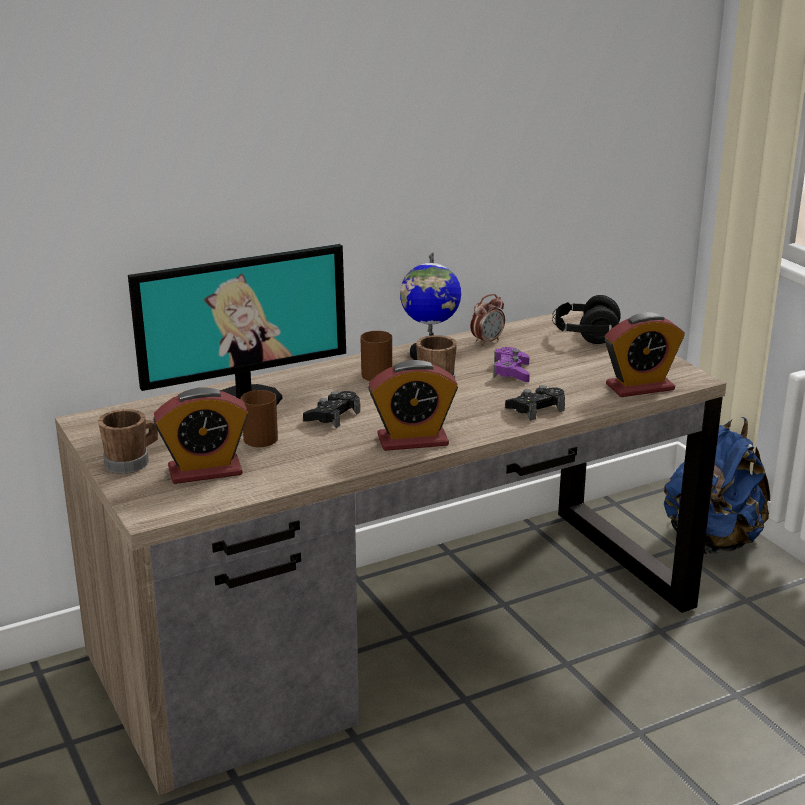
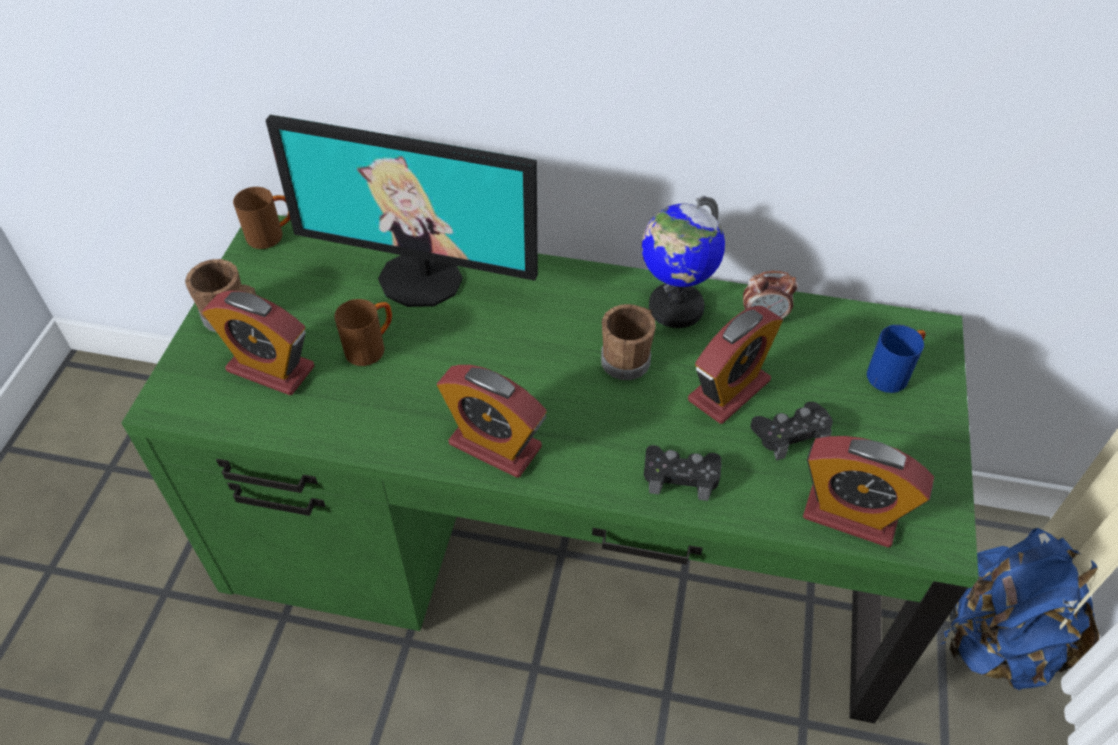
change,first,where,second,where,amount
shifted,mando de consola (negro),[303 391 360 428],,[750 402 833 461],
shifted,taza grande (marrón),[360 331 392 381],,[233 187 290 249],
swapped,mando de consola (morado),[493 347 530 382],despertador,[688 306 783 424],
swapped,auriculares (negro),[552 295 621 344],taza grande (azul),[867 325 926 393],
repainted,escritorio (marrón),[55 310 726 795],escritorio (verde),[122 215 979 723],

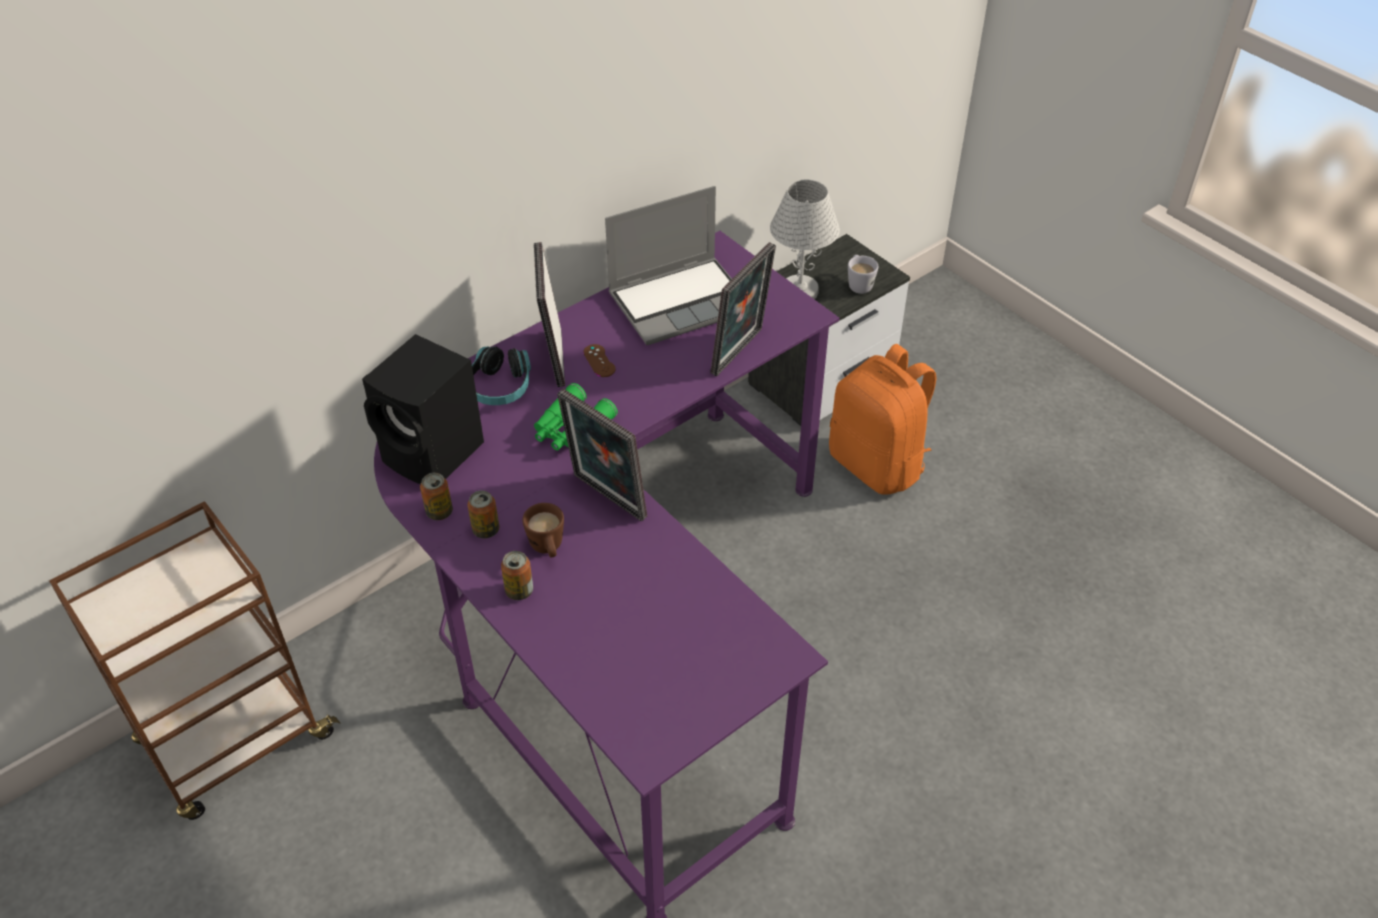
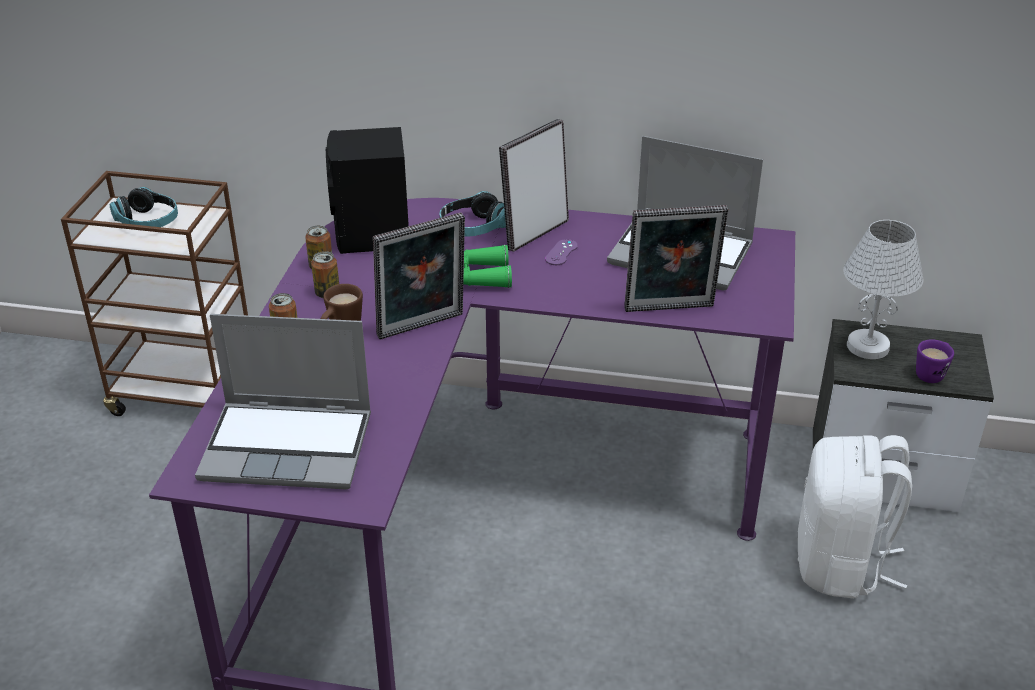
change,first,where,second,where,amount
new,,,auriculares,[109 187 178 227],
new,,,portátil,[195 314 371 489],
repainted,mando de consola (marrón),[583 344 616 377],mando de consola (morado),[545 239 578 265],
repainted,mochila (naranja),[829 344 936 495],mochila (blanco),[798 435 912 599],
repainted,taza grande (blanco),[848 255 878 294],taza grande (morado),[916 339 954 383],
rotated,portarretratos,[557 389 647 521],,[373 212 465 340],120 degrees counterclockwise

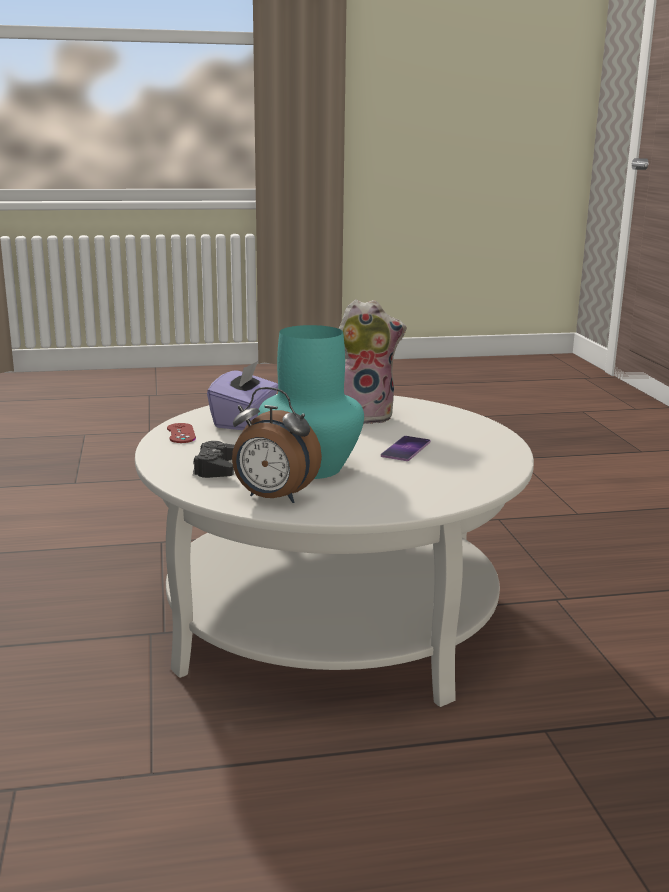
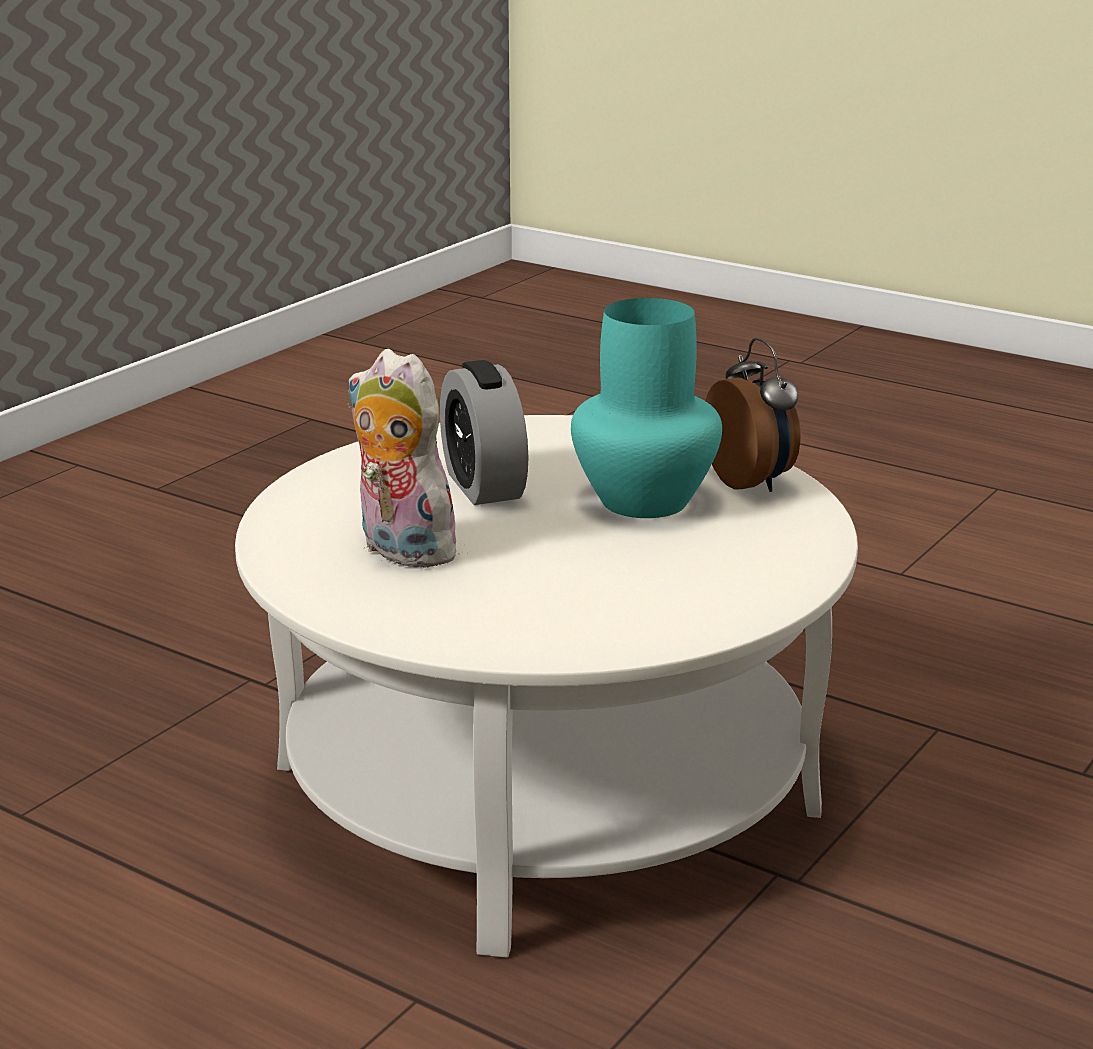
change,first,where,second,where,amount
gone,mando de consola (rojo),[167 423 196 443],,,
gone,mando de consola (negro),[193 441 235 478],,,
gone,caja de pañuelos (morado),[207 360 278 430],,,
swapped,móvil,[381 436 430 461],despertador,[440 360 529 505],

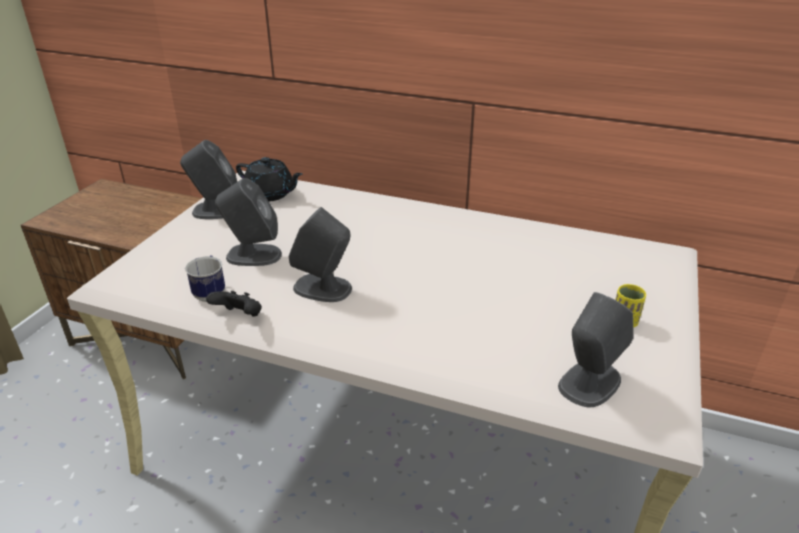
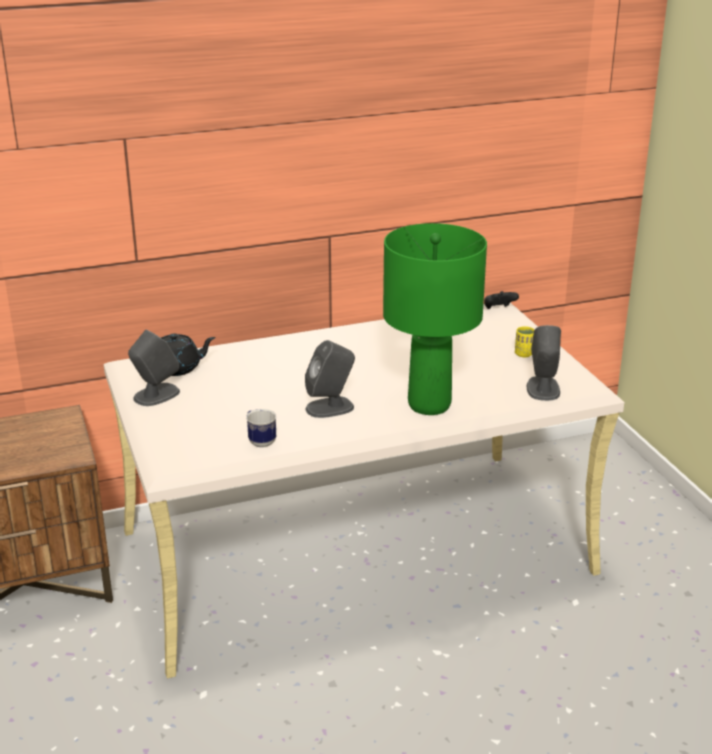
change,first,where,second,where,amount
gone,altavoz (gris),[215 178 282 266],,,
new,,,lámpara de mesa (verde),[383 223 487 415],
shifted,mando de consola (negro),[206 291 262 317],,[484 291 519 309],

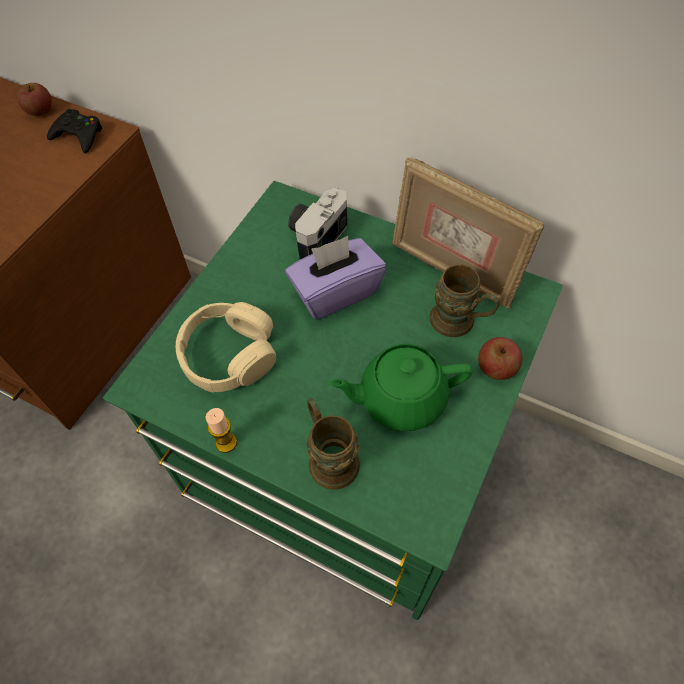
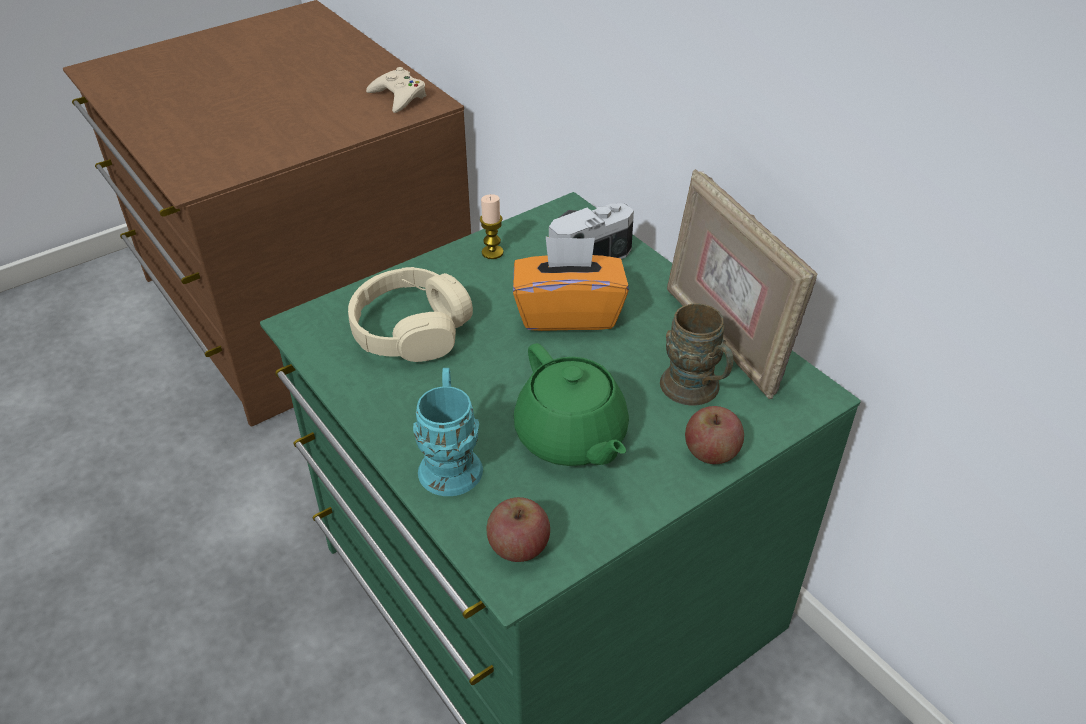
change,first,where,second,where,amount
shifted,manzana,[17 83 52 116],,[486 497 550 562],
shifted,vela,[206 408 237 453],,[480 194 504 259],
repainted,mando de consola (negro),[47 109 102 153],mando de consola (beis),[366 67 426 113],
repainted,caja de pañuelos (morado),[285 236 386 320],caja de pañuelos (naranja),[513 237 629 331],
repainted,taza grande (marrón),[307 398 360 490],taza grande (turquesa),[413 368 483 496],
rotated,tetera (verde),[328 344 473 431],,[514 343 629 466],135 degrees counterclockwise

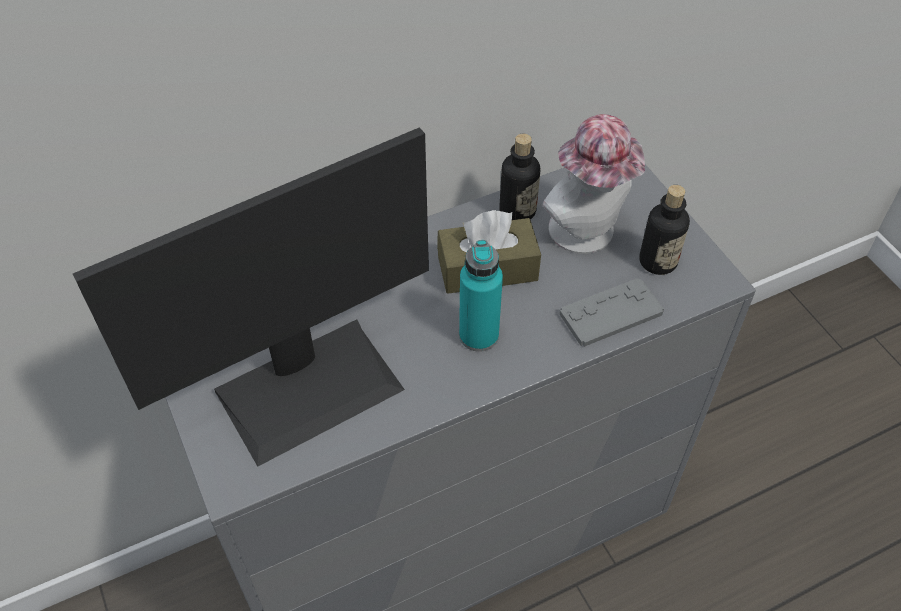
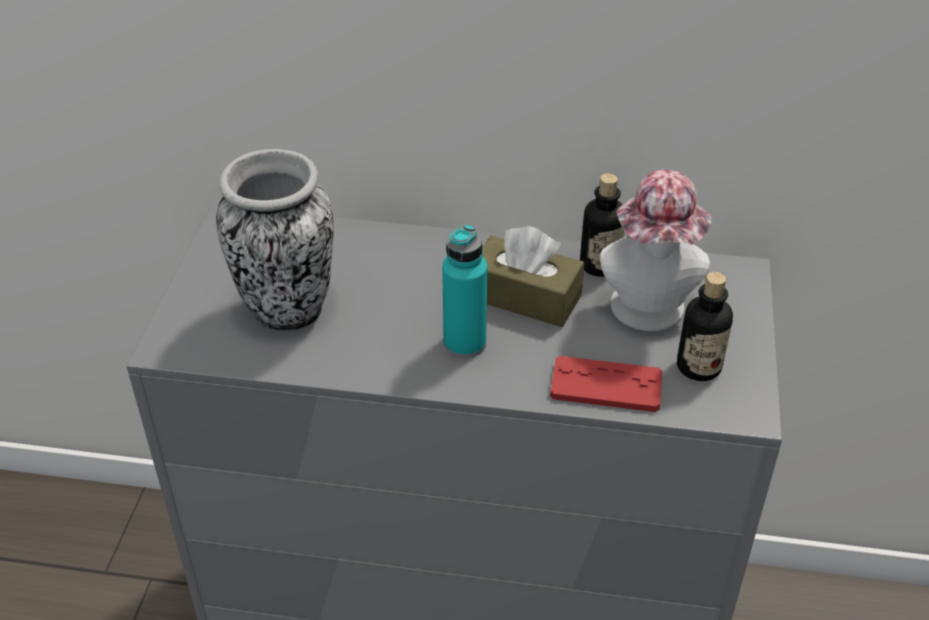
change,first,where,second,where,amount
swapped,monitor,[73 127 429 467],florero,[216 149 334 331],
repainted,mando de consola (gris),[559 278 664 347],mando de consola (rojo),[550 356 662 412],

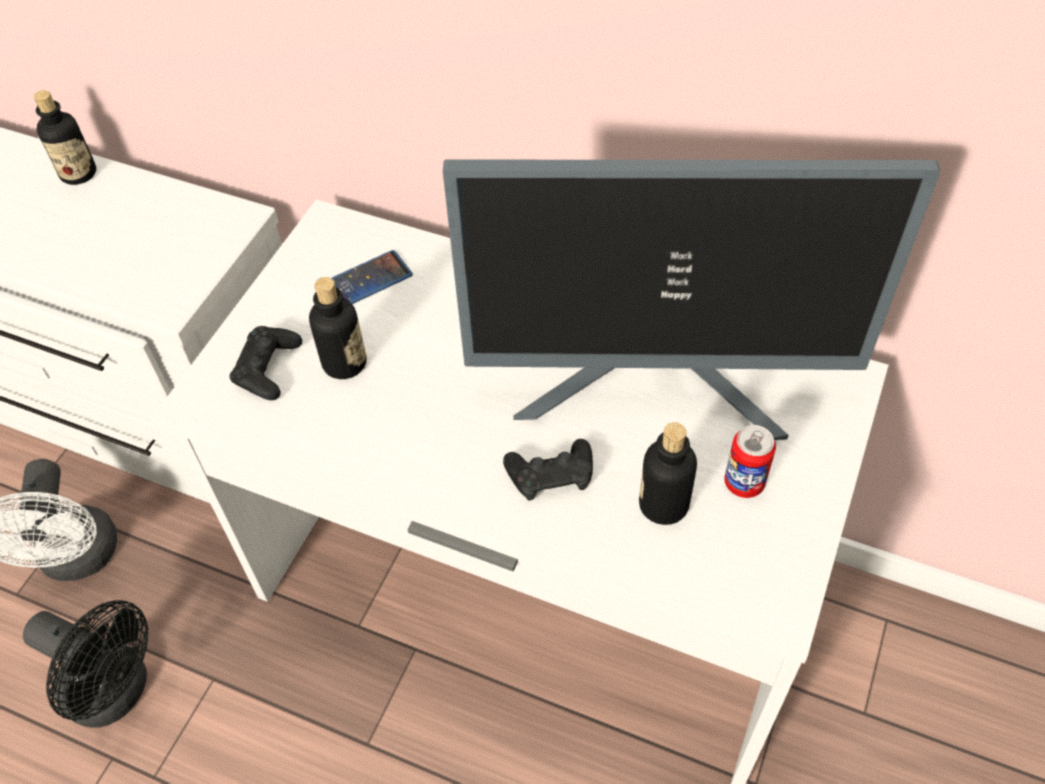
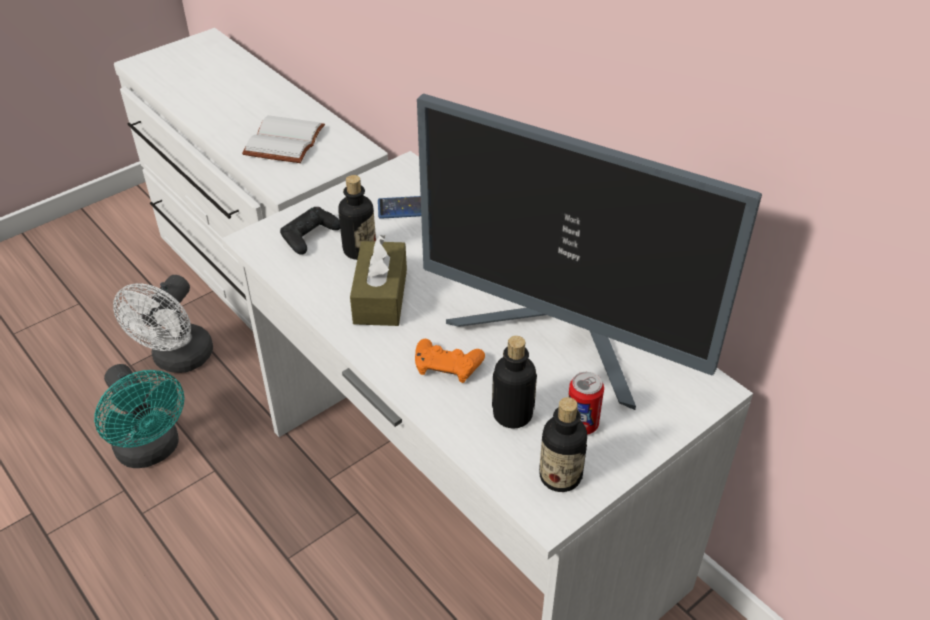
change,first,where,second,where,amount
new,,,libro (blanco),[242 115 325 163],
new,,,caja de pañuelos (marrón),[350 235 407 326],
shifted,botella,[34 90 96 185],,[539 397 587 492],
repainted,ventilador (negro),[23 600 148 728],ventilador (turquesa),[94 364 185 468],
repainted,mando de consola (negro),[503 439 593 501],mando de consola (naranja),[415 339 485 383],

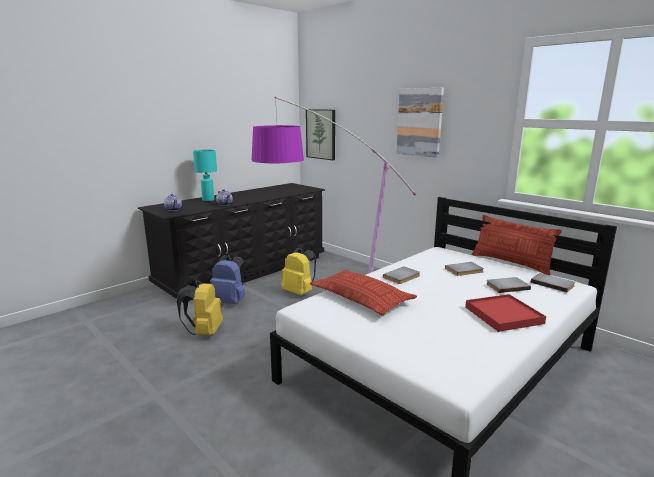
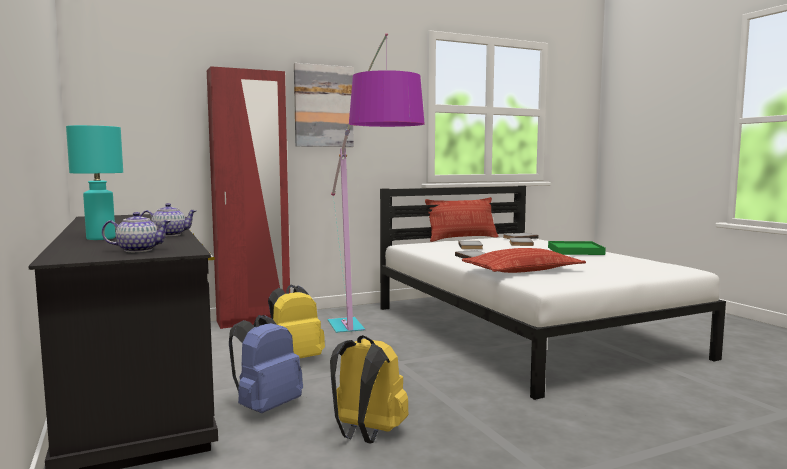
change,first,where,second,where,amount
gone,cuadro,[306 109 335 160],,,
new,,,armario ropero (rojo),[207 66 290 329],
repainted,bandeja (rojo),[465 294 546 332],bandeja (verde),[548 241 606 255],

